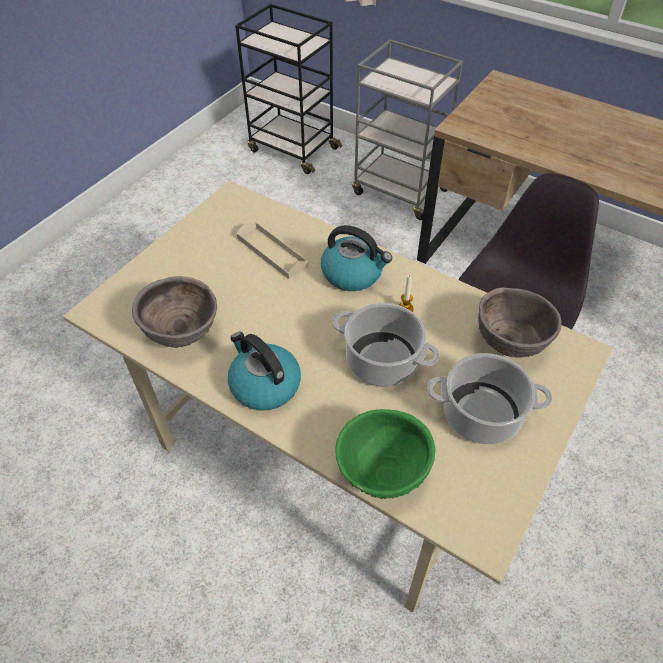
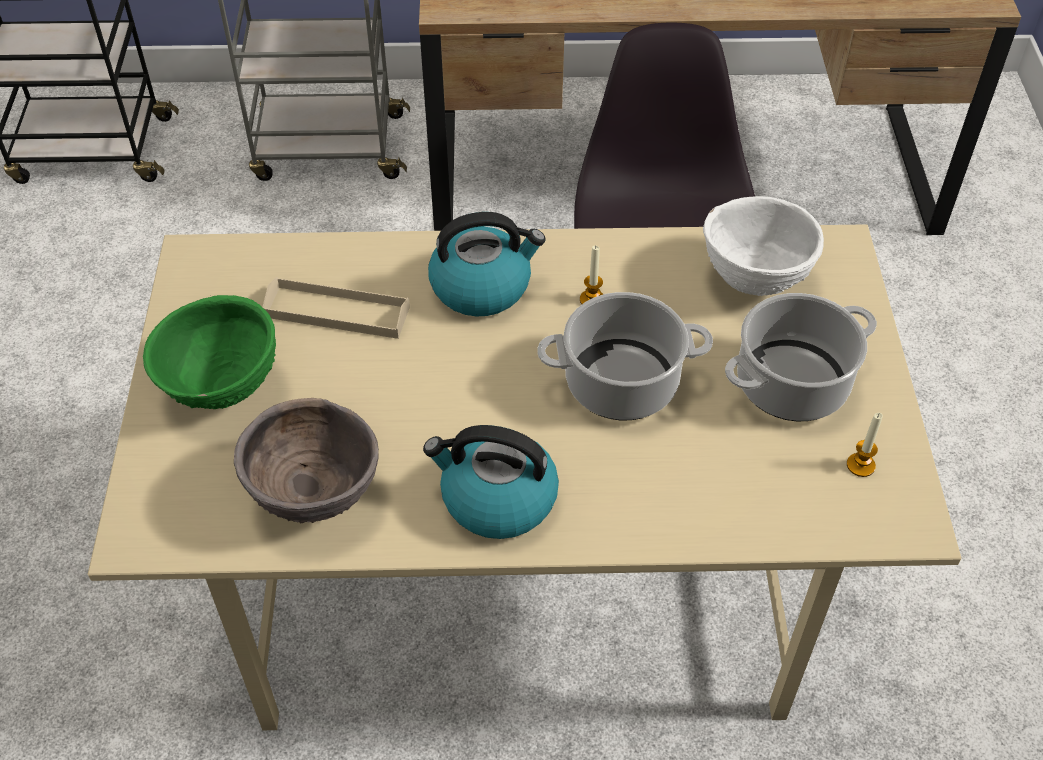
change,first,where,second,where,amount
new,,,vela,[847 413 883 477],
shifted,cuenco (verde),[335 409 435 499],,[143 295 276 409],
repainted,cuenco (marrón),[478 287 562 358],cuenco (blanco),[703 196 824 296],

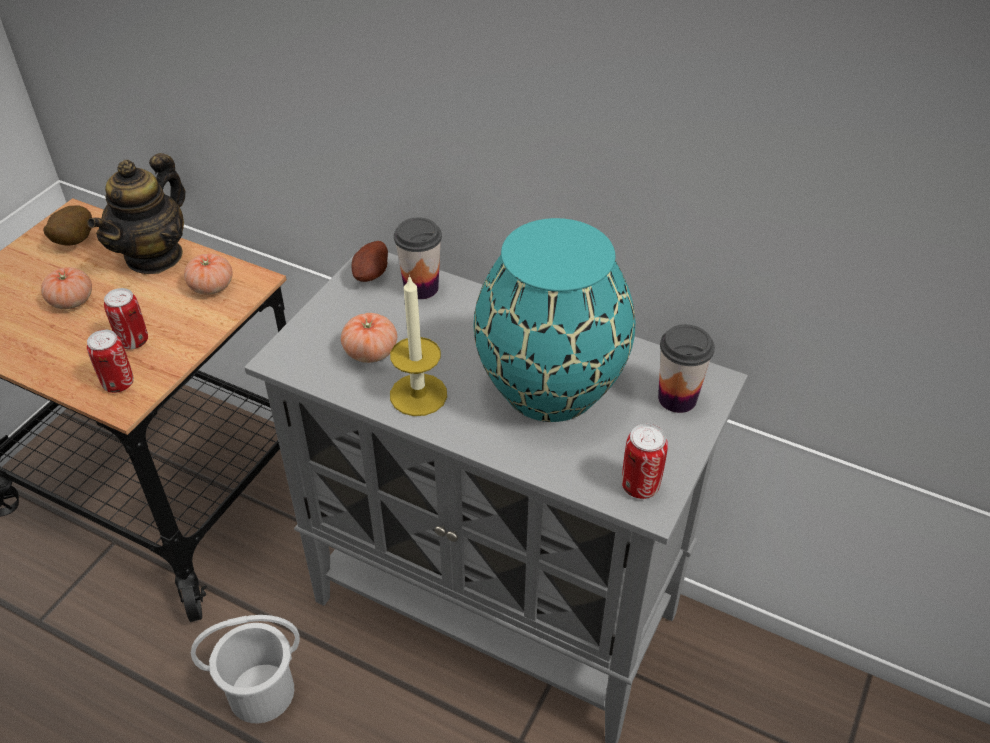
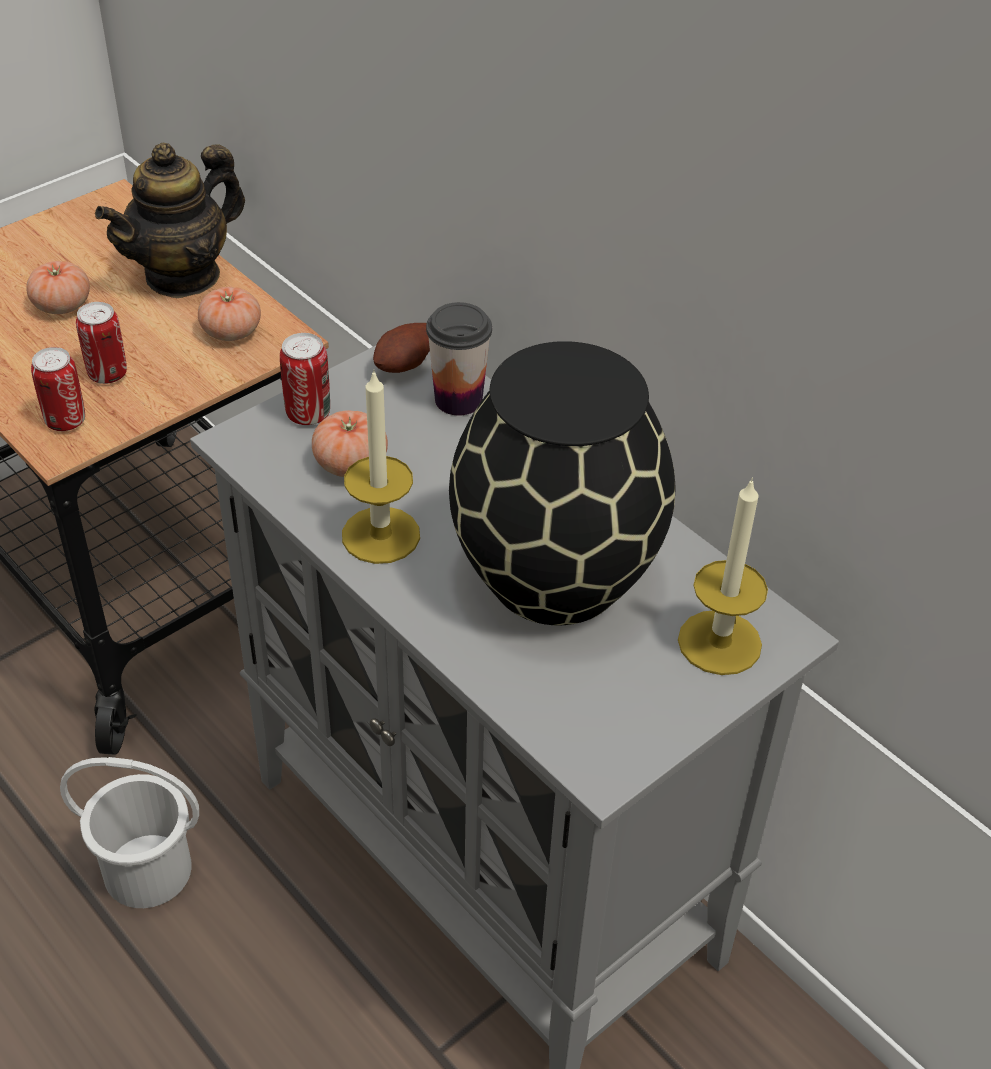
change,first,where,second,where,amount
gone,patata,[43 205 92 246],,,
shifted,lata,[622 424 668 499],,[280 333 330 425],
swapped,taza,[658 324 715 413],vela,[678 477 768 675],
repainted,florero (turquesa),[474 218 635 422],florero (negro),[449 341 675 625],

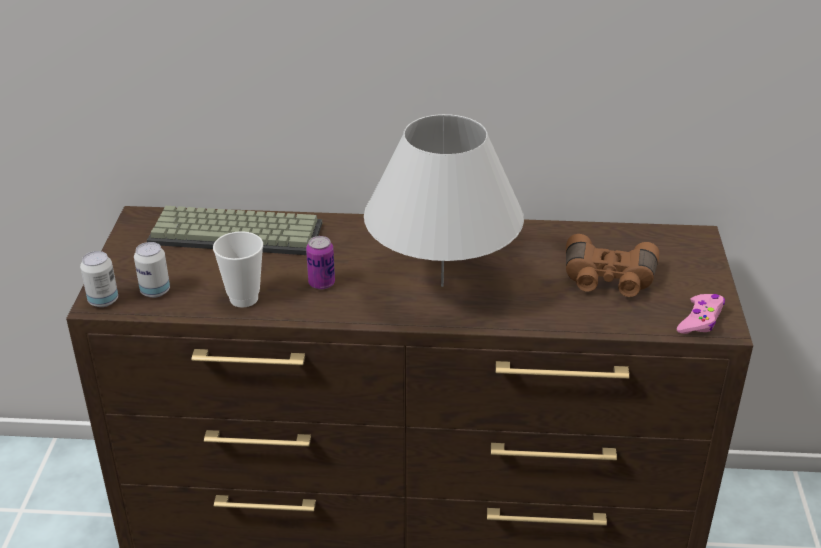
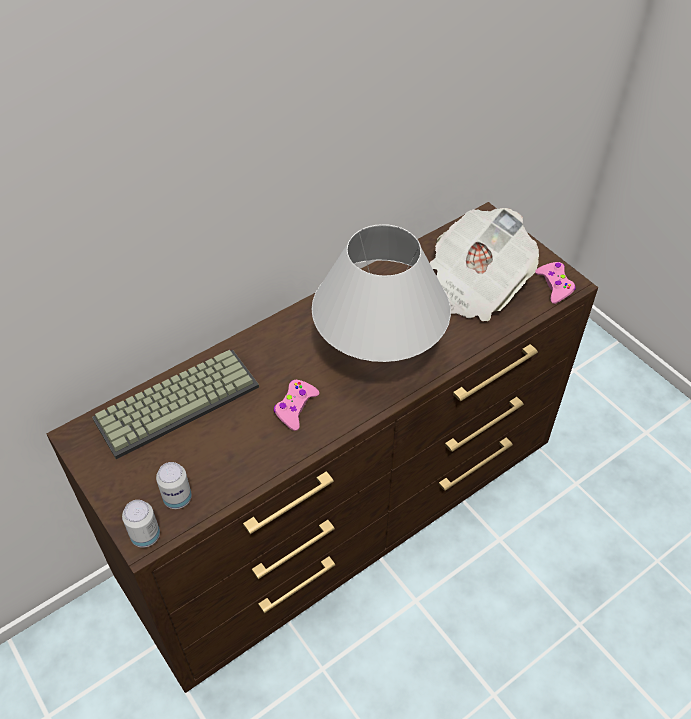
change,first,where,second,where,amount
gone,taza,[213 231 263 307],,,
swapped,lata,[306 236 335 290],mando de consola (rosa),[274 380 319 431],
swapped,prismáticos (marrón),[566 234 659 297],periódico,[430 208 539 321],

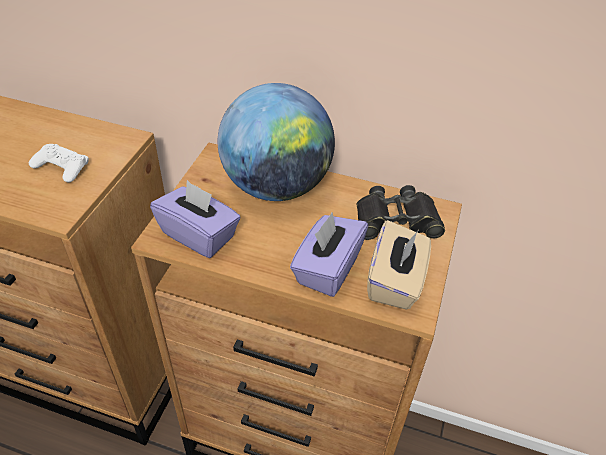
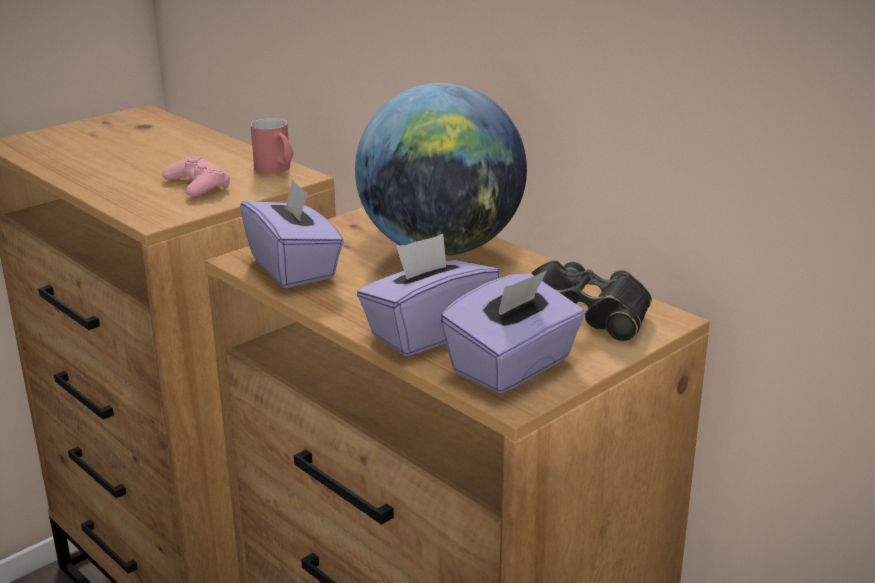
change,first,where,second,where,amount
new,,,taza grande (rojo),[251 118 294 174],
repainted,mando de consola (blanco),[29 144 89 182],mando de consola (rosa),[162 156 230 197],
repainted,caja de pañuelos (beis),[367 220 431 310],caja de pañuelos (morado),[440 271 585 394],

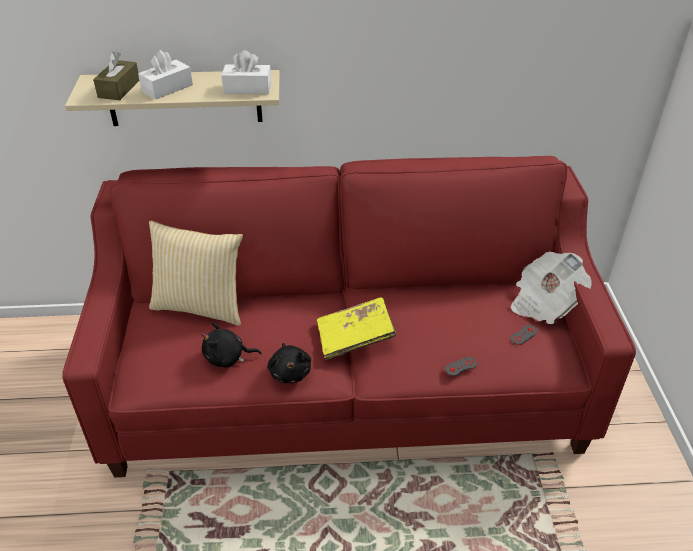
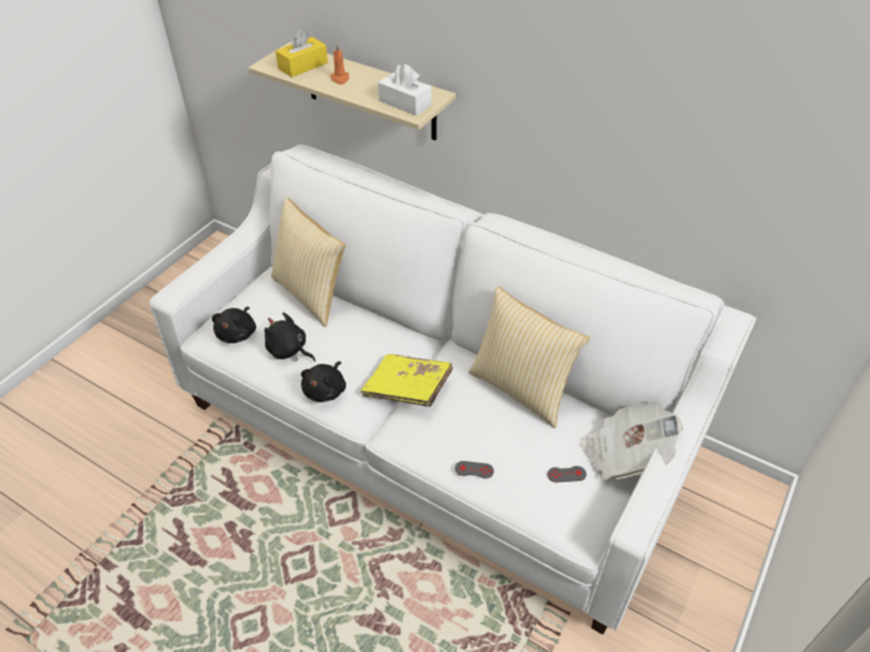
change,first,where,second,where,amount
new,,,peluche (negro),[212 307 256 343],
new,,,cojín,[469 286 590 428],
swapped,caja de pañuelos (blanco),[138 50 193 100],vela (naranja),[330 44 349 84],
repainted,sofá (rojo),[62 156 636 477],sofá (blanco),[149 144 756 635],
repainted,caja de pañuelos (marrón),[93 51 139 100],caja de pañuelos (amarillo),[275 29 328 77],

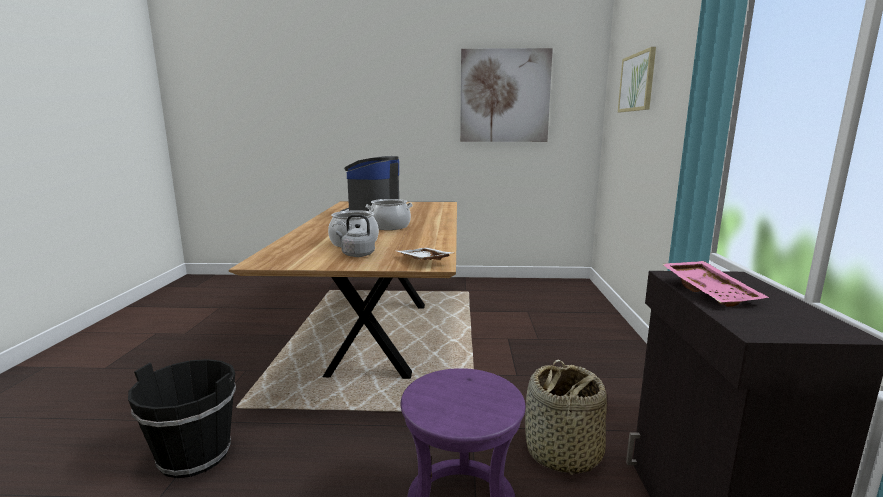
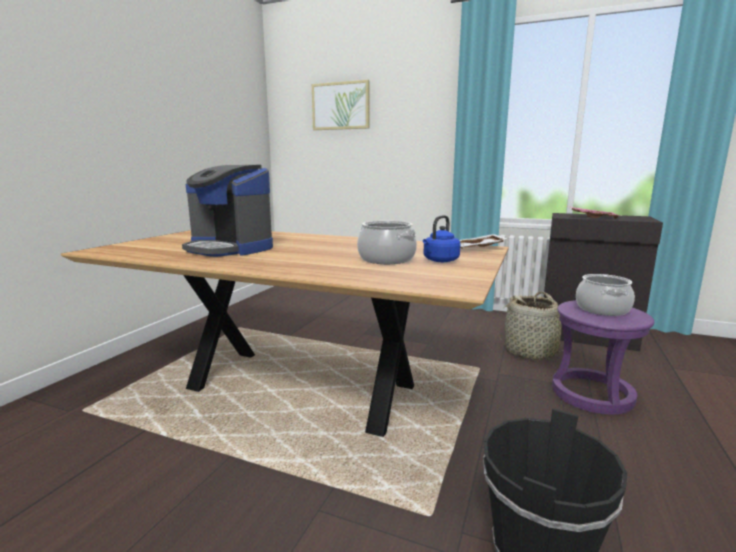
change,first,where,second,where,amount
gone,cuadro,[460 48 553 142],,,
shifted,olla,[365 199 413 230],,[576 274 635 316],
repainted,hervidor (gris),[336 214 375 257],hervidor (azul),[423 215 460 262],

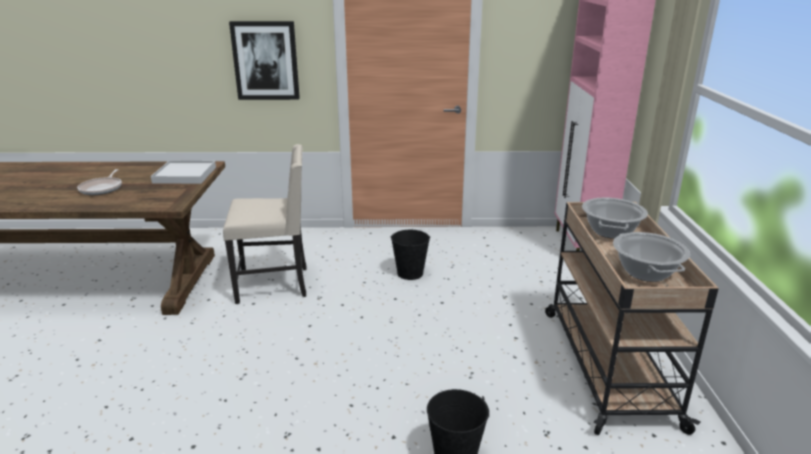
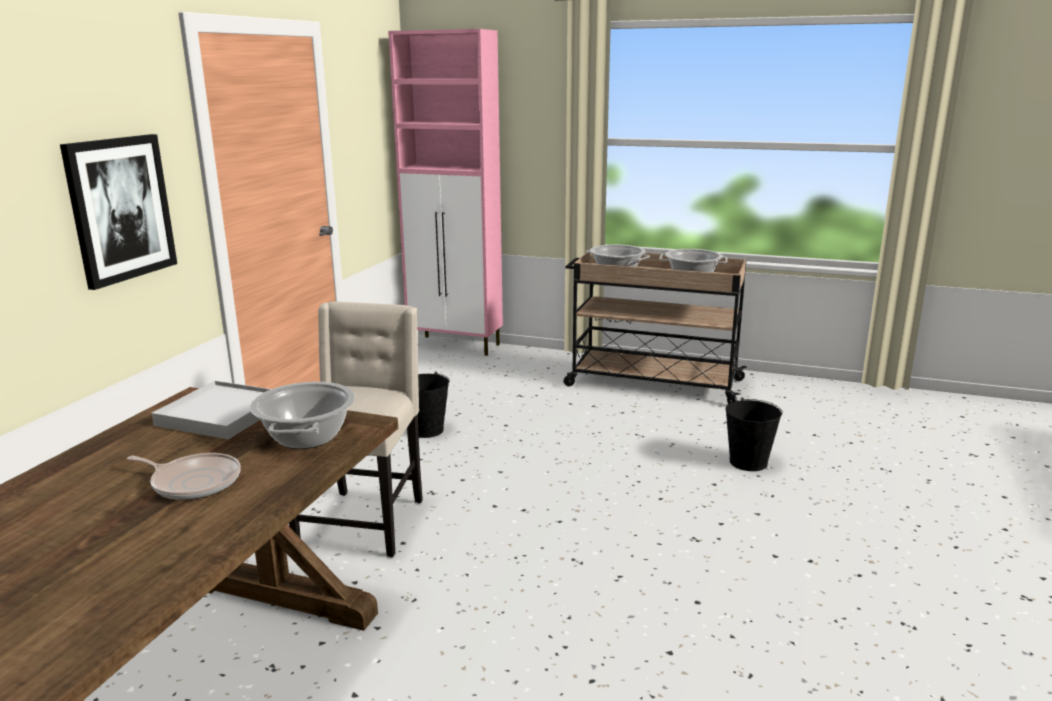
change,first,where,second,where,amount
new,,,olla,[250 382 355 449],

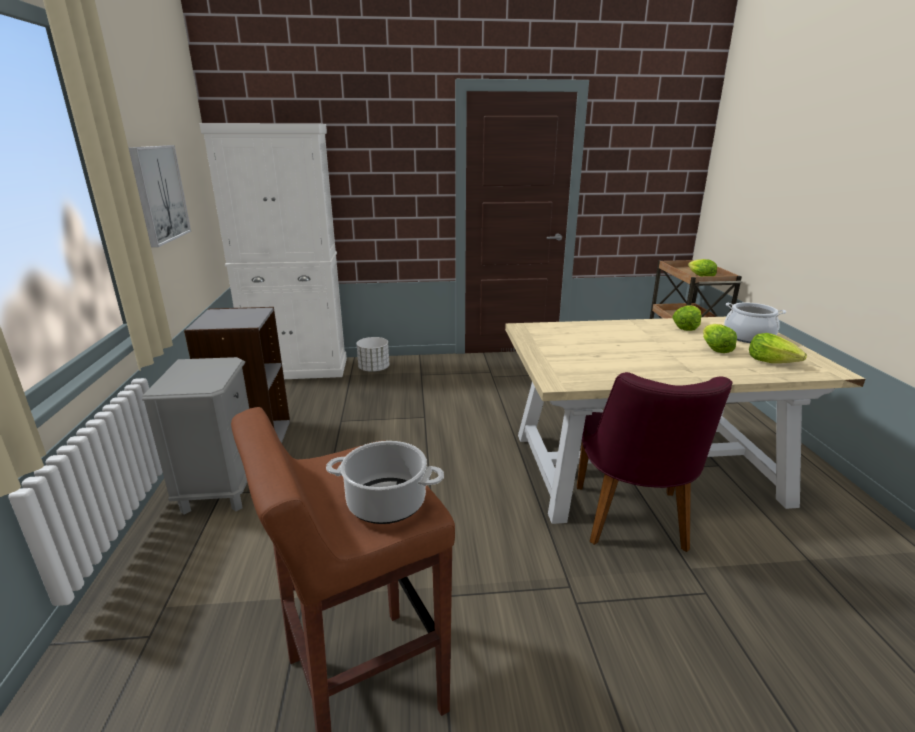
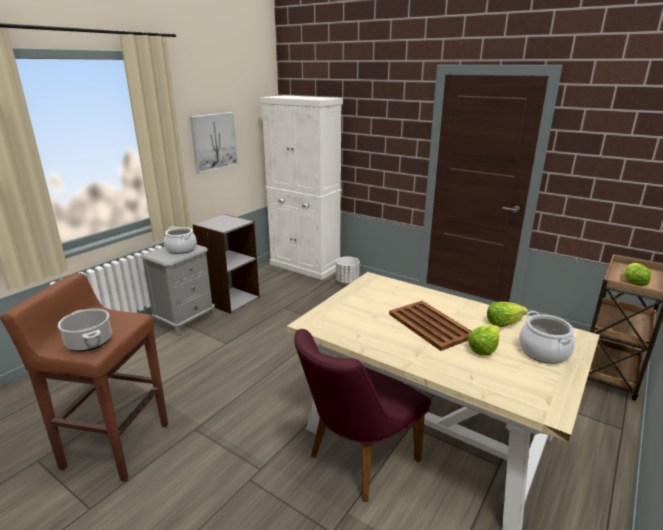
change,first,where,second,where,amount
gone,lechuga,[749 333 807 363],,,
new,,,olla,[164 226 197 254],
new,,,bandeja (marrón),[389 301 471 351],

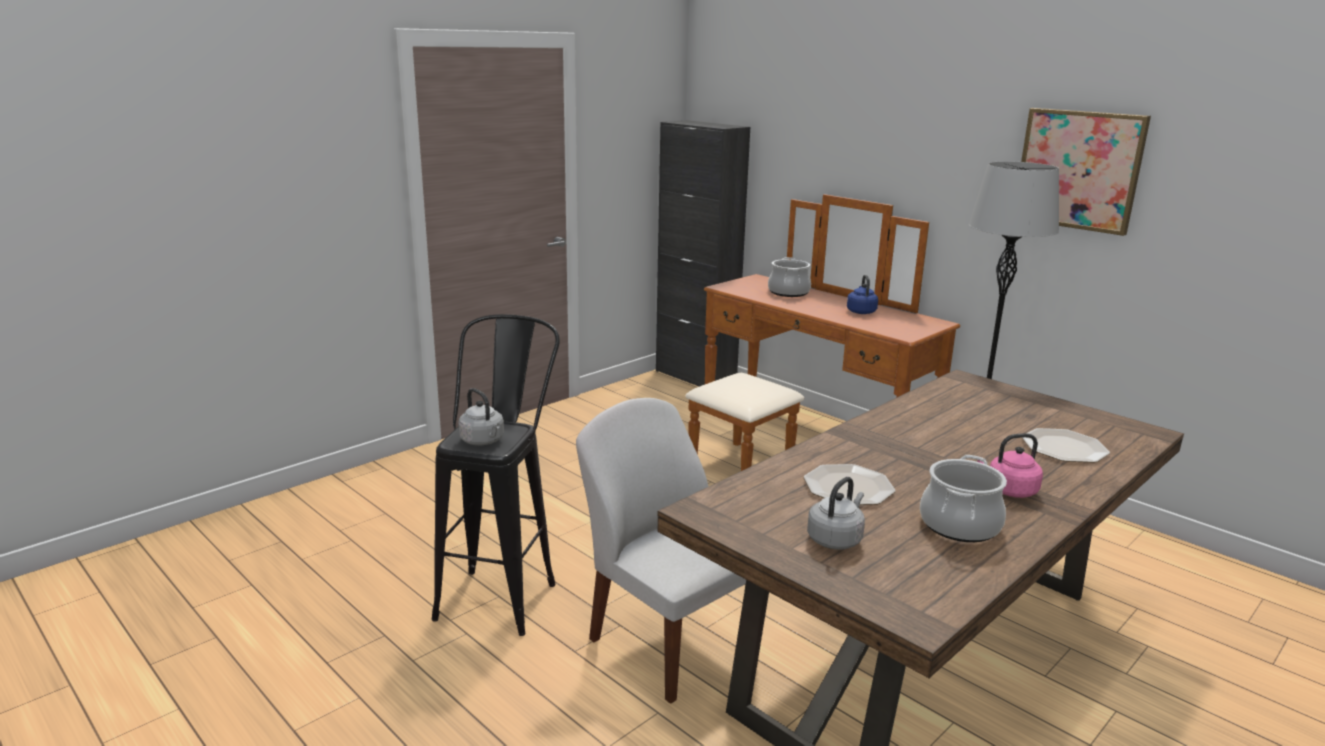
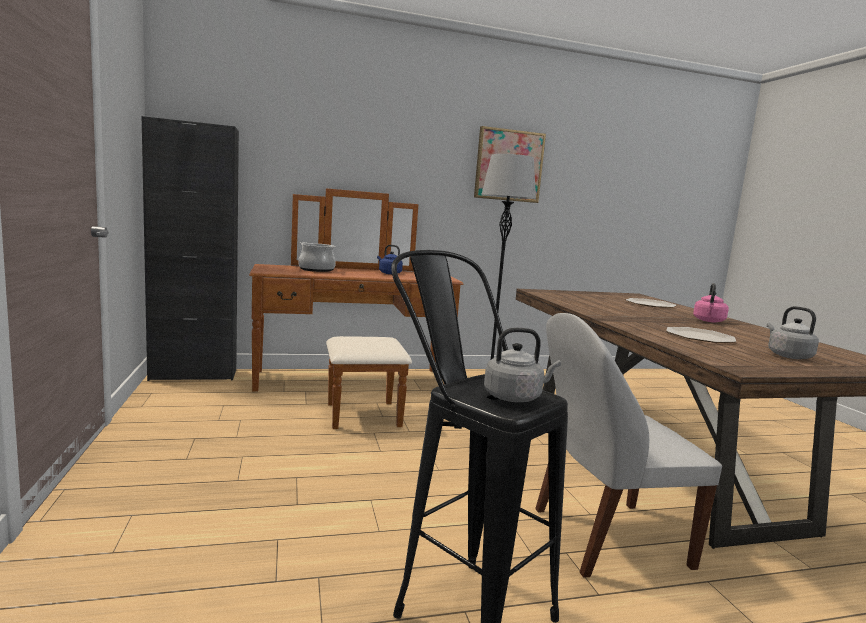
change,first,where,second,where,amount
gone,olla,[920 455 1007 542],,,

